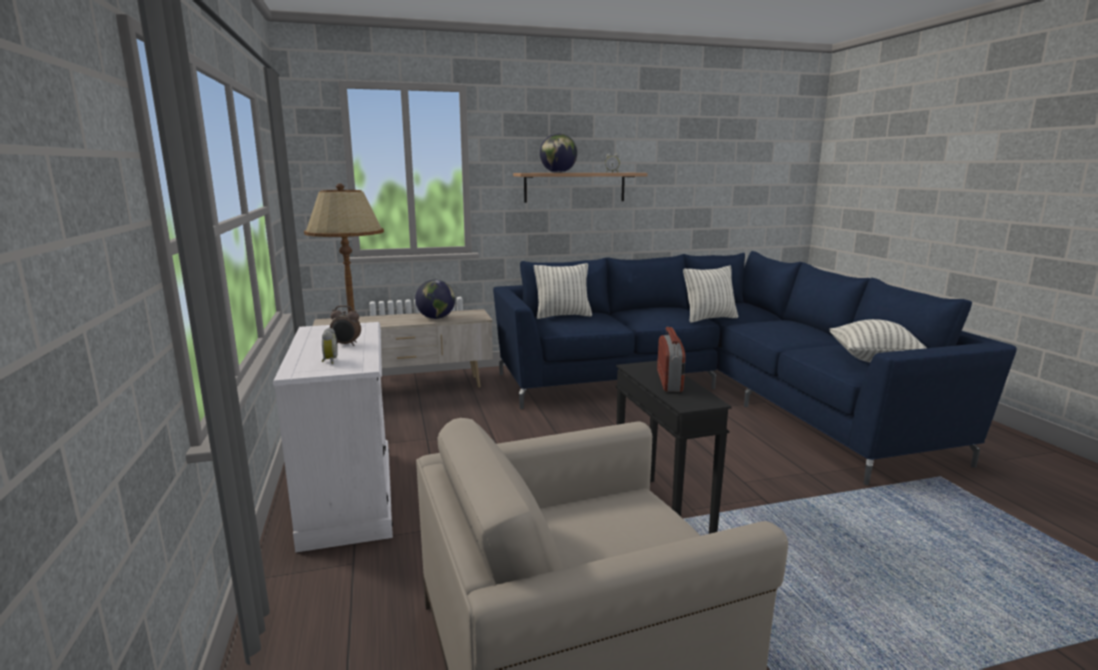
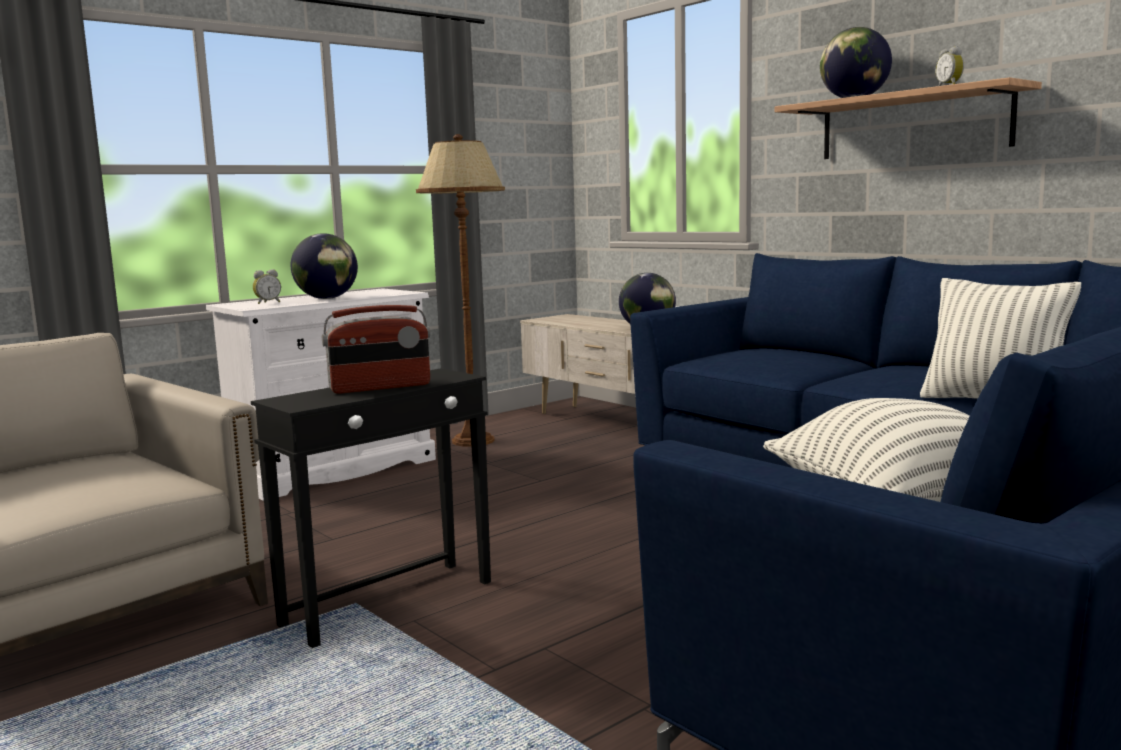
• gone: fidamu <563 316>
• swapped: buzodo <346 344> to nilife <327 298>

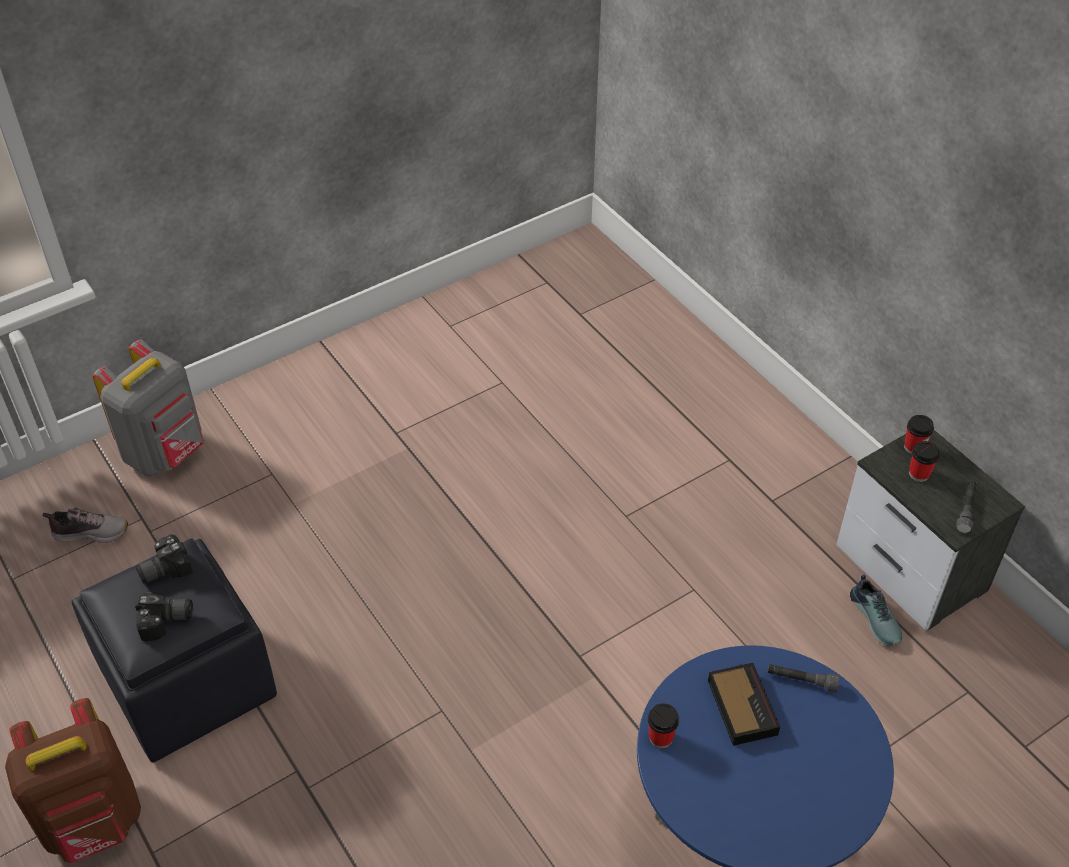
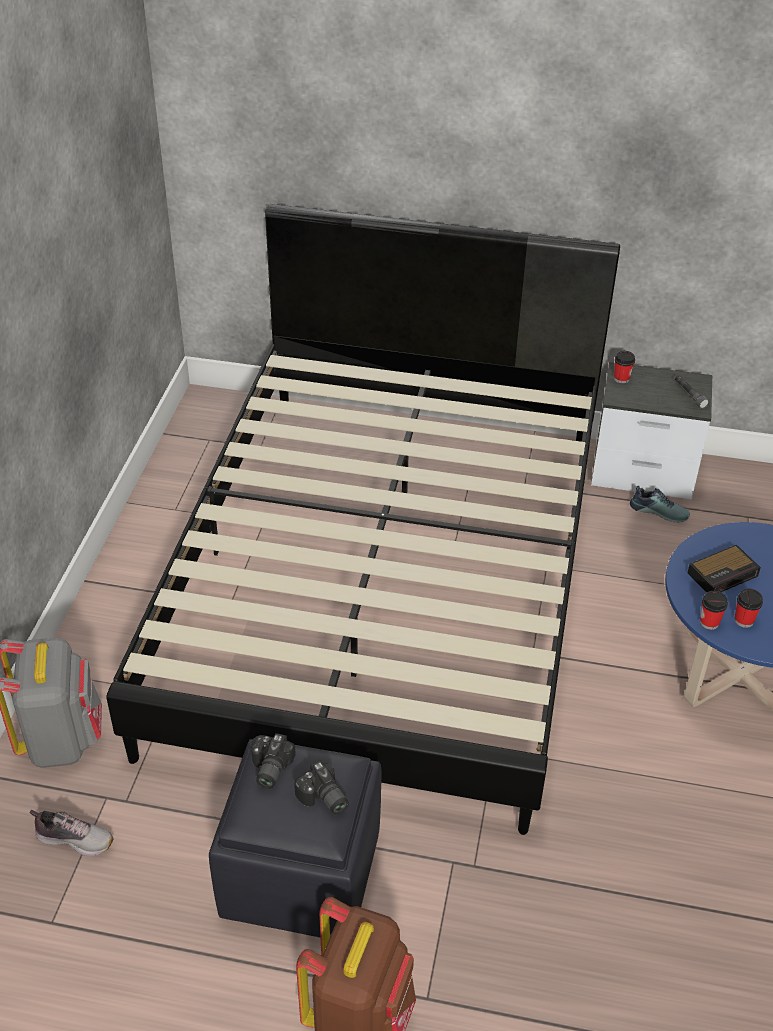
• shifted: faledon <919 474> to <744 620>
• rotated: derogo <90 532> = <75 838> 60 degrees clockwise
• rotated: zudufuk <167 622> = <323 799> 105 degrees clockwise
• rotated: buzodo <741 705> = <723 574> 120 degrees clockwise
• gone: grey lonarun <801 680>
• new: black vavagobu <386 582>

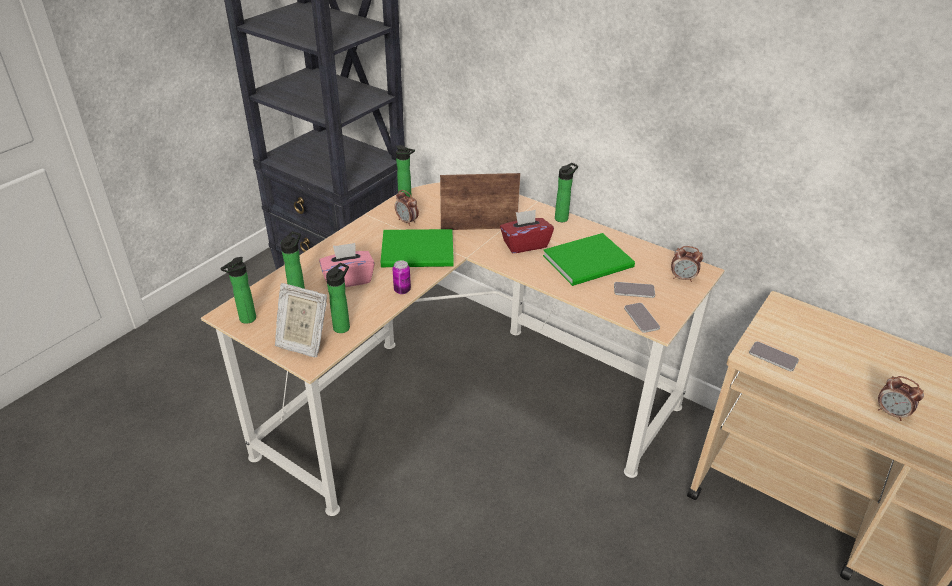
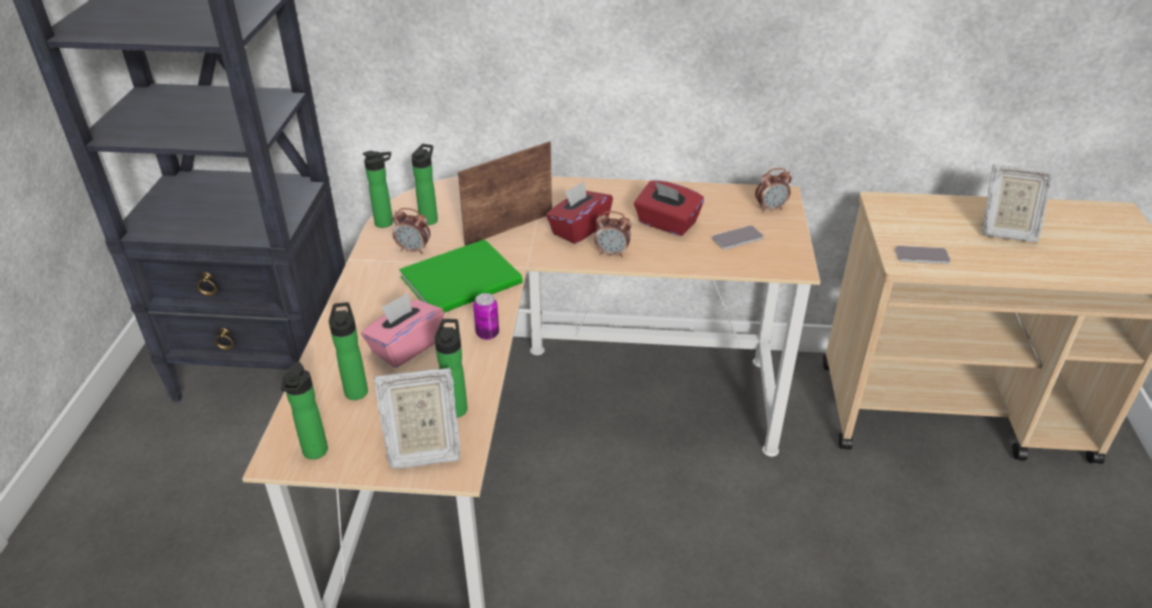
• shifted: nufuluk <563 218> to <430 219>
• swapped: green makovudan <591 262> to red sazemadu <666 224>
• gone: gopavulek <641 318>
• shifted: buzodo <891 413> to <612 253>
• new: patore <1005 231>

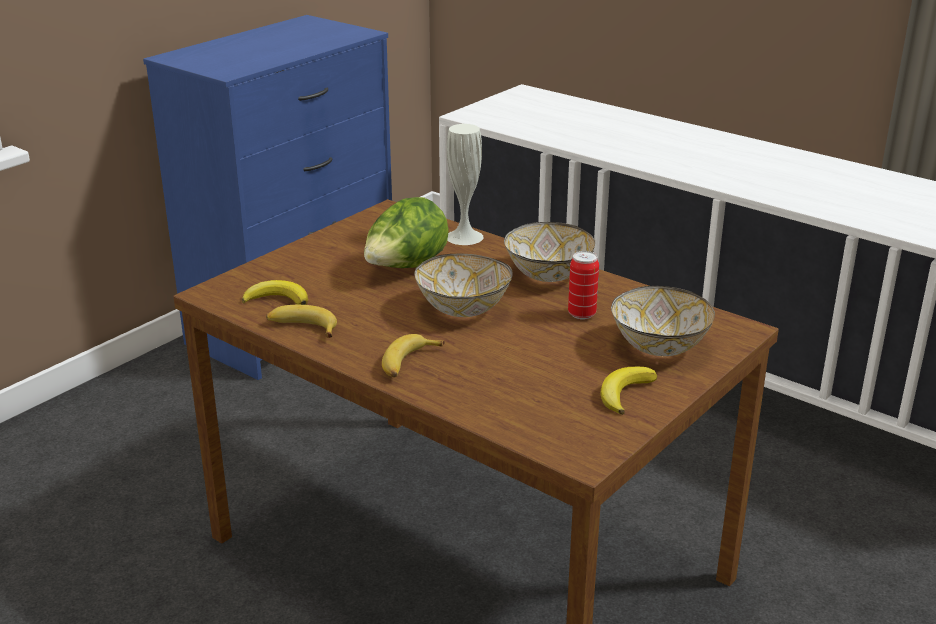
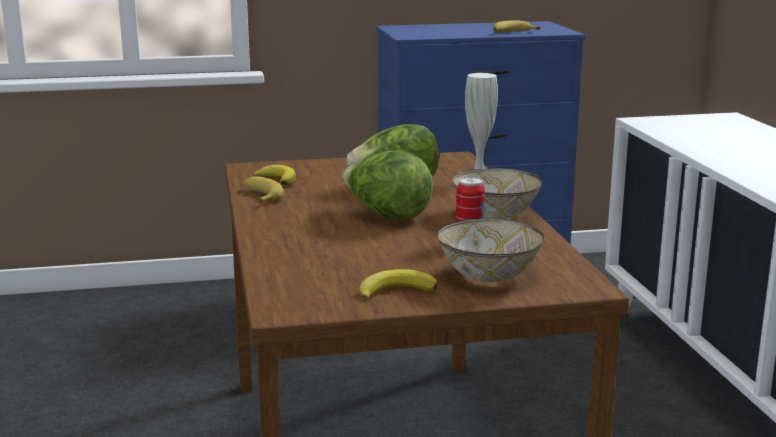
• swapped: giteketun <464 309> to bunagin <386 215>
• shifted: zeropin <408 363> to <512 32>

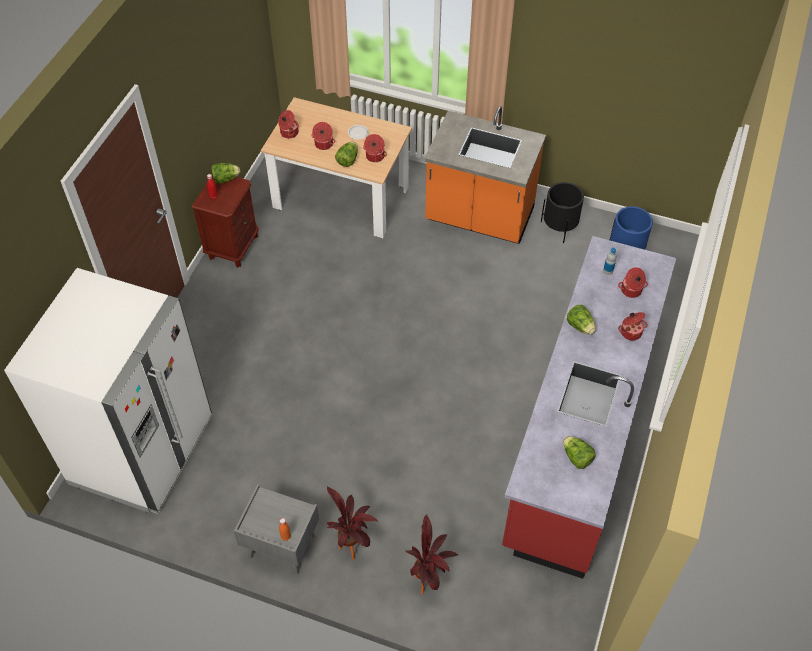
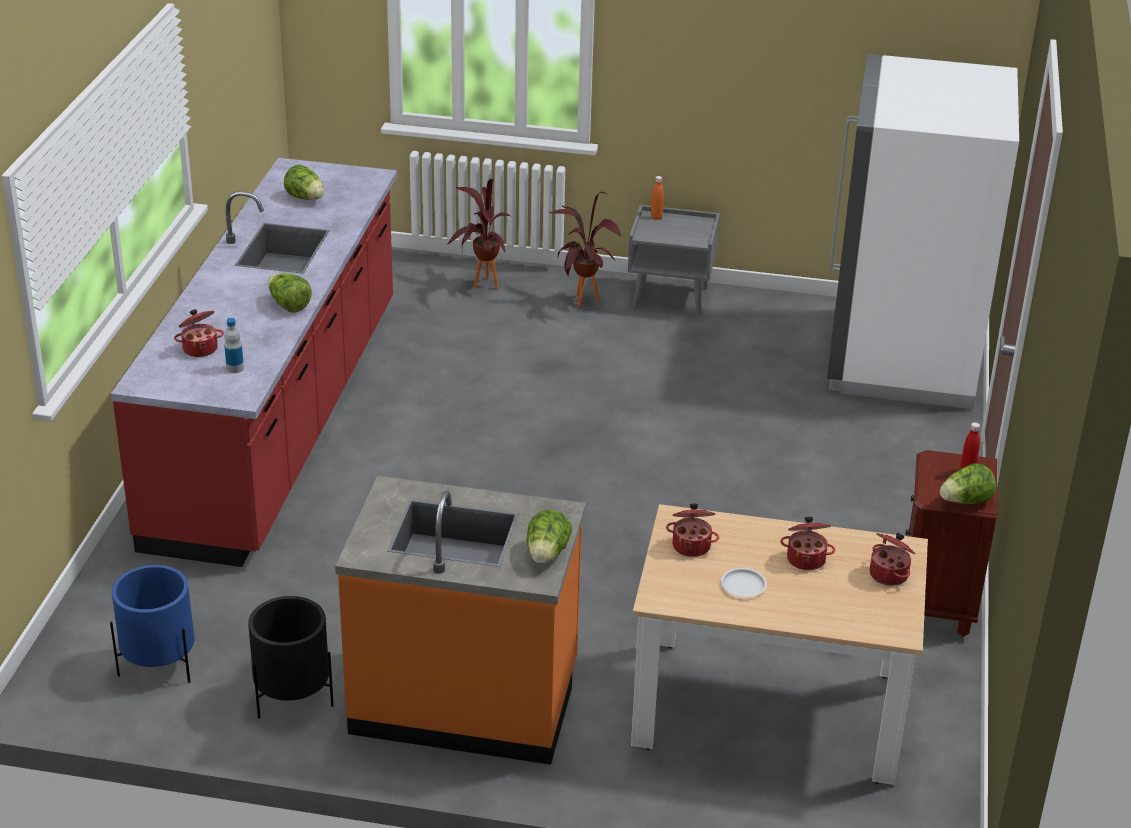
• shifted: bunagin <347 160> to <547 554>
• gone: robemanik <630 331>

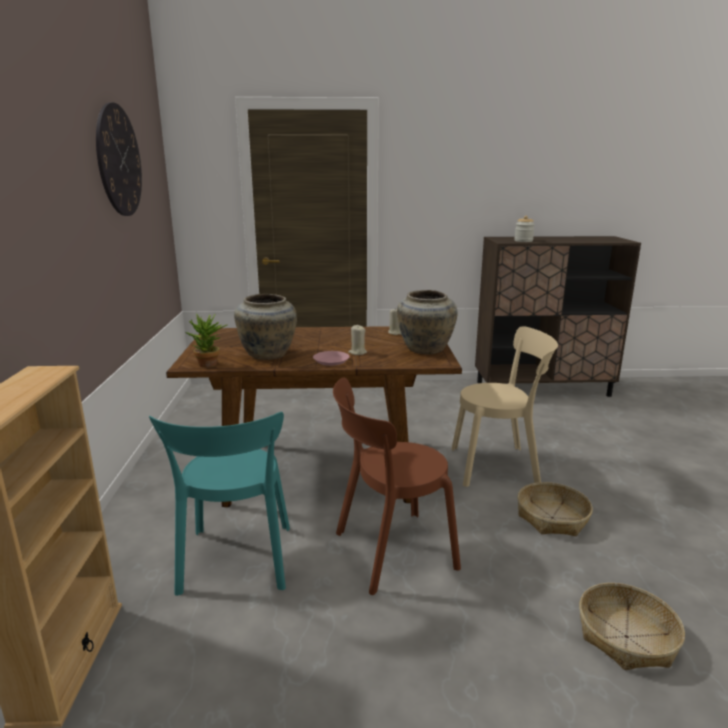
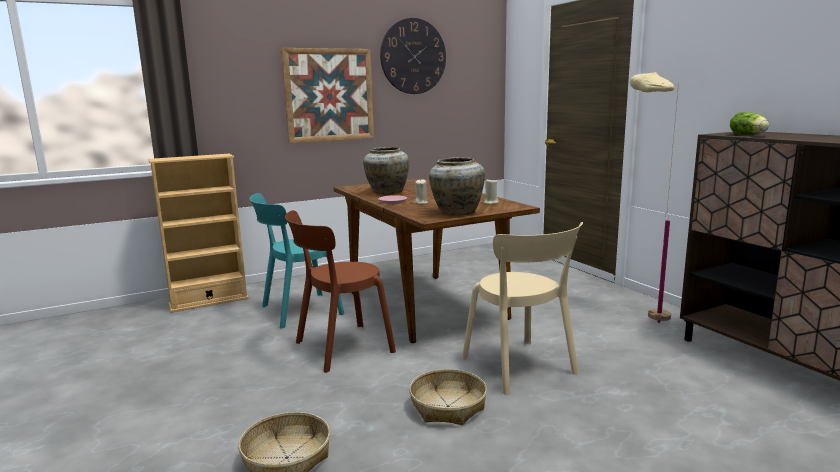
• swapped: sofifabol <523 241> to bunagin <749 135>
• gone: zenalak <209 365>
• rotated: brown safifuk <389 551> = <339 348> 75 degrees counterclockwise
• new: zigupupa <329 95>
• new: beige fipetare <641 317>

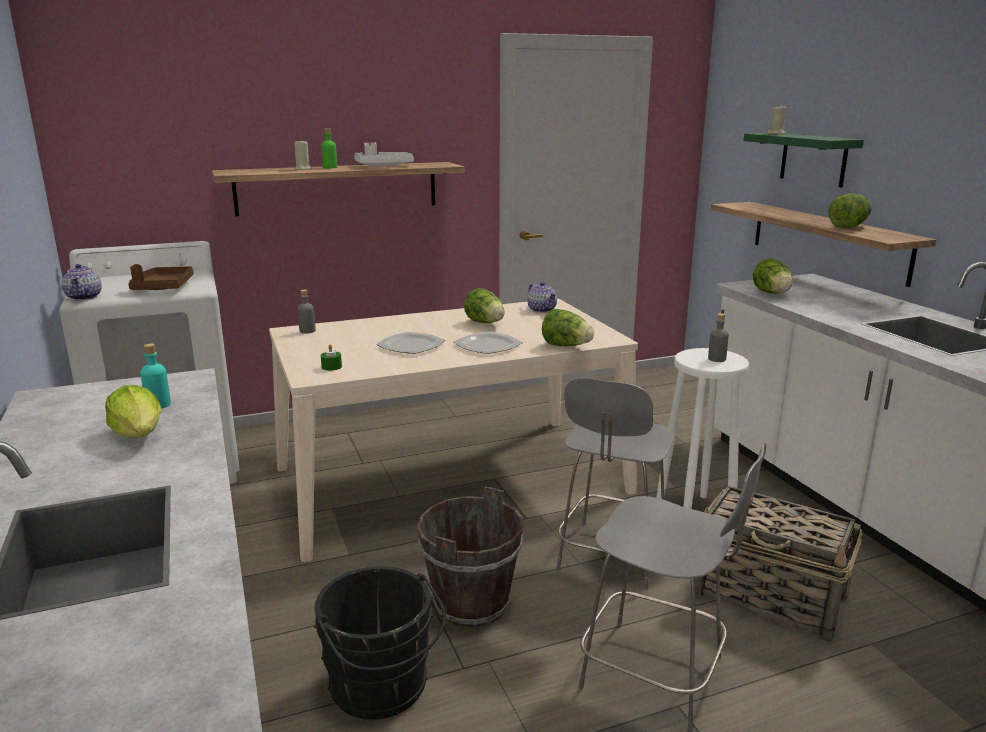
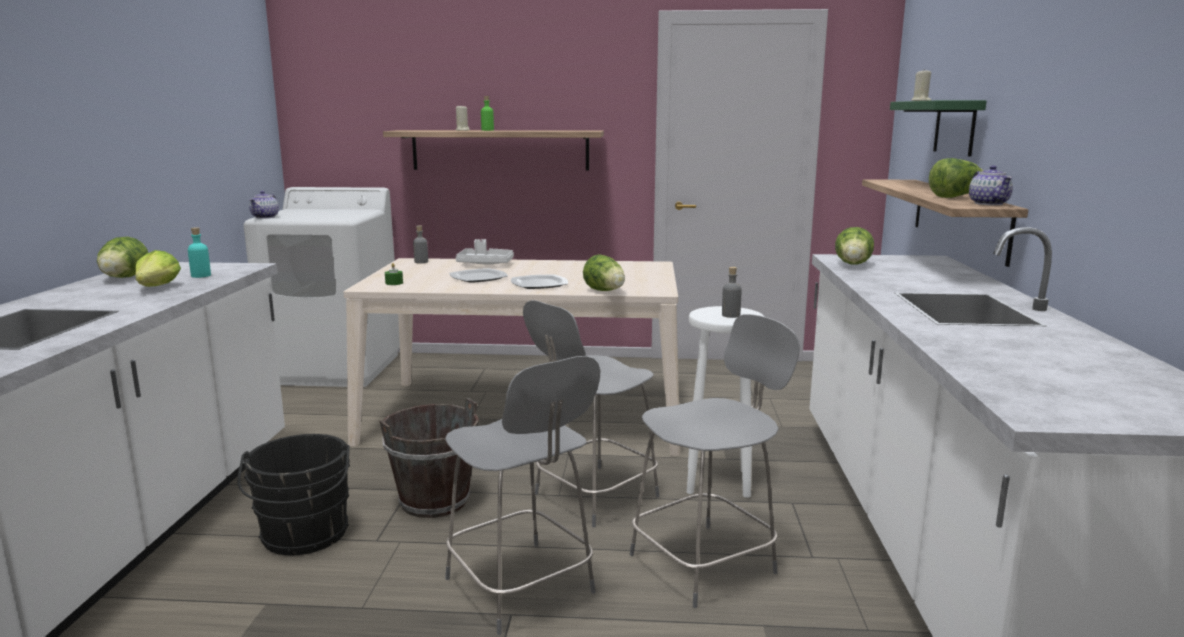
• shifted: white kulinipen <383 166> to <485 263>
• gone: brown kulinipen <163 287>
• shifted: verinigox <542 310> to <988 203>
• shifted: bunagin <485 323> to <124 278>
• swapped: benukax <770 597> to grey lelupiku <706 562>

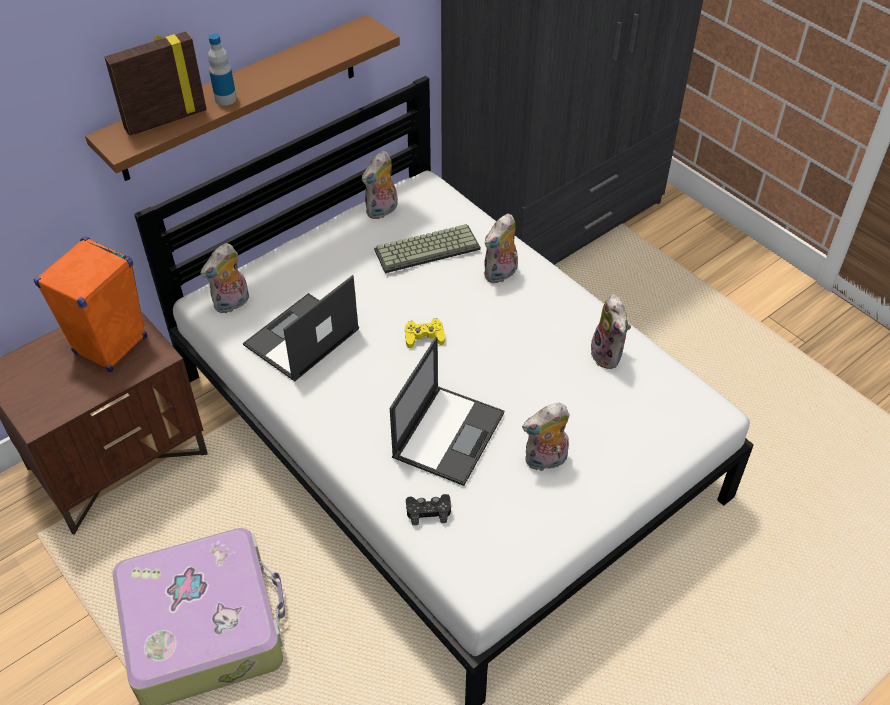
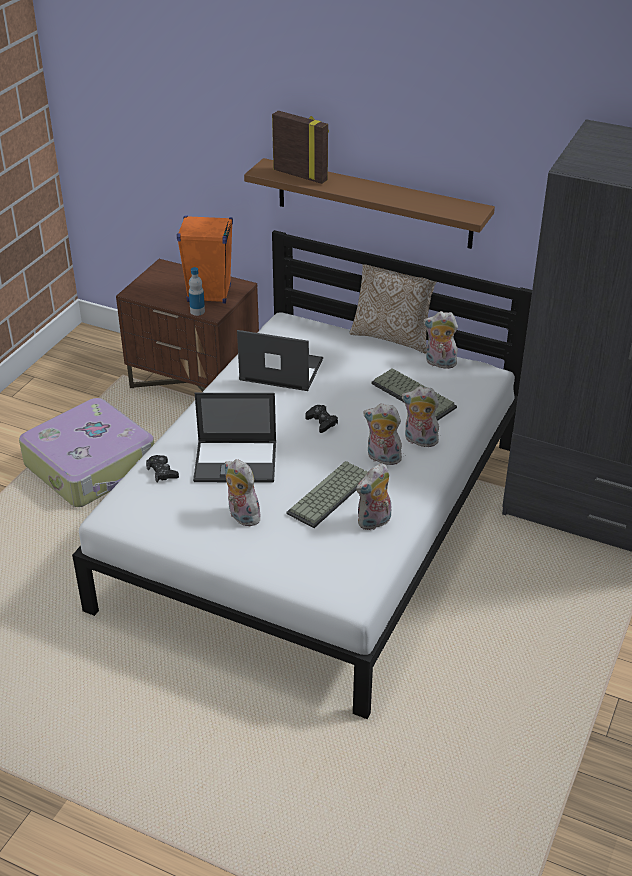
• shifted: nufuluk <225 99> to <197 311>
• shifted: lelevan <232 304> to <382 458>
• repainted: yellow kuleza <424 337> to black kuleza <321 422>
• new: fidamu <392 337>
• new: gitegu <330 496>

